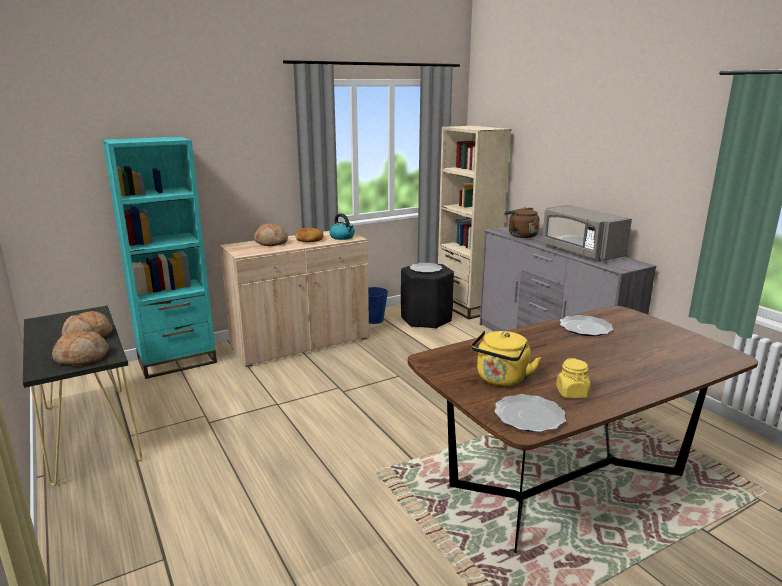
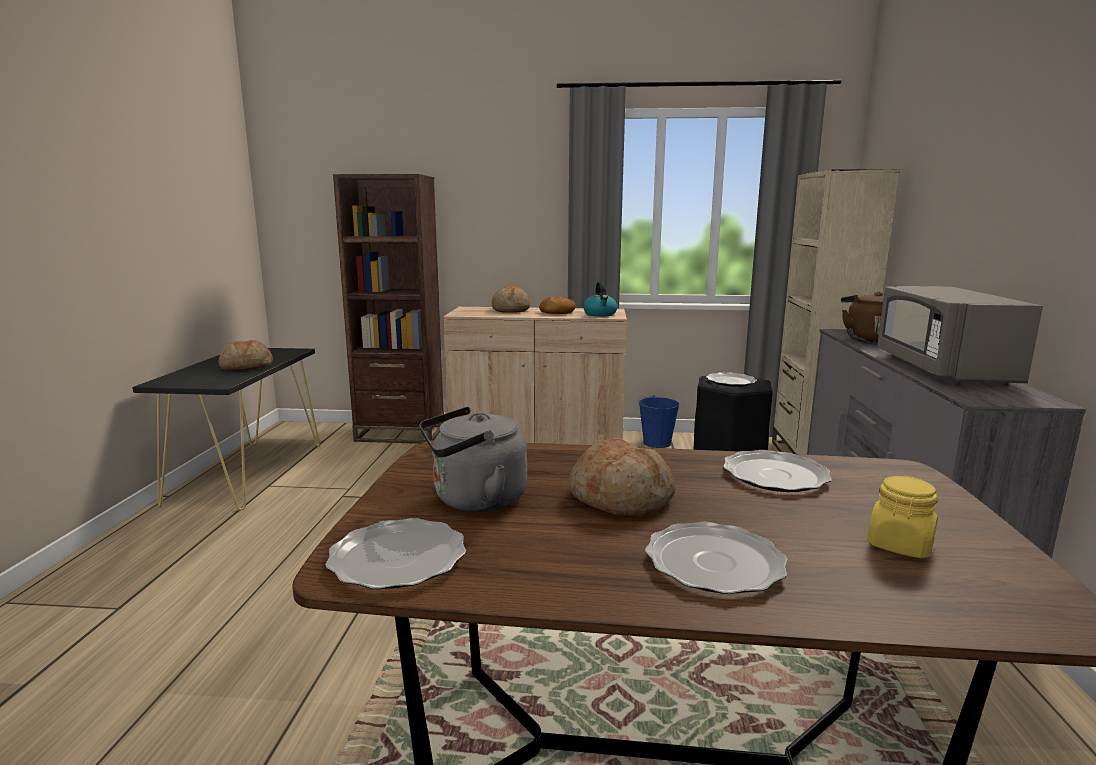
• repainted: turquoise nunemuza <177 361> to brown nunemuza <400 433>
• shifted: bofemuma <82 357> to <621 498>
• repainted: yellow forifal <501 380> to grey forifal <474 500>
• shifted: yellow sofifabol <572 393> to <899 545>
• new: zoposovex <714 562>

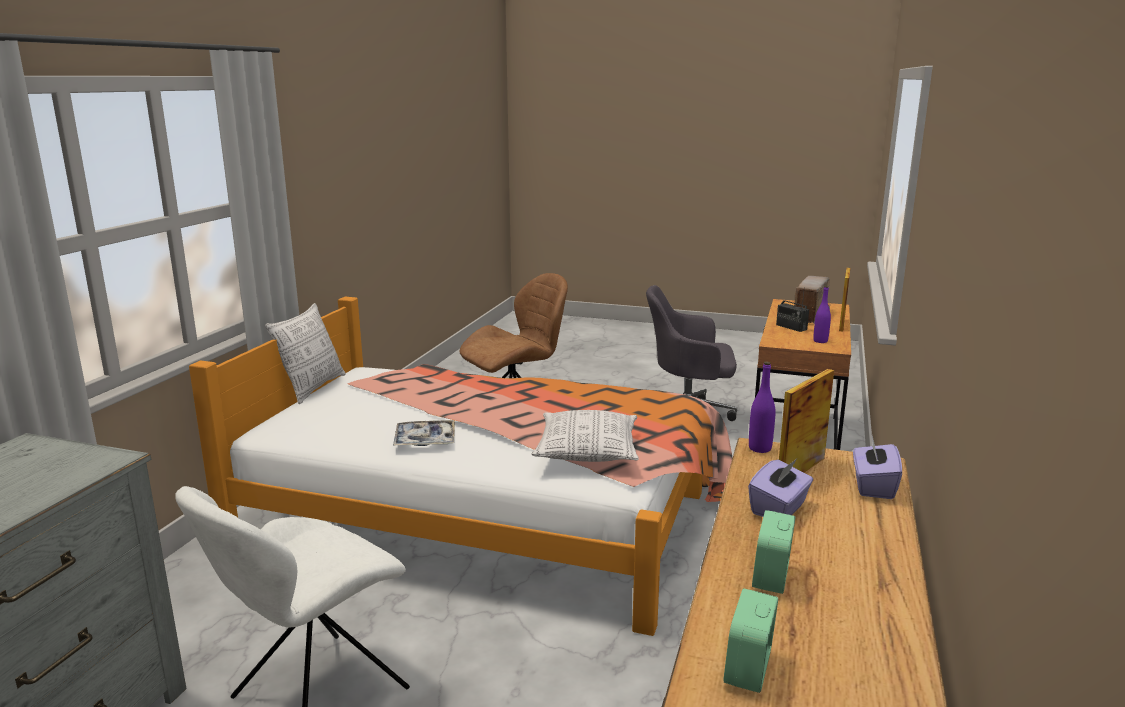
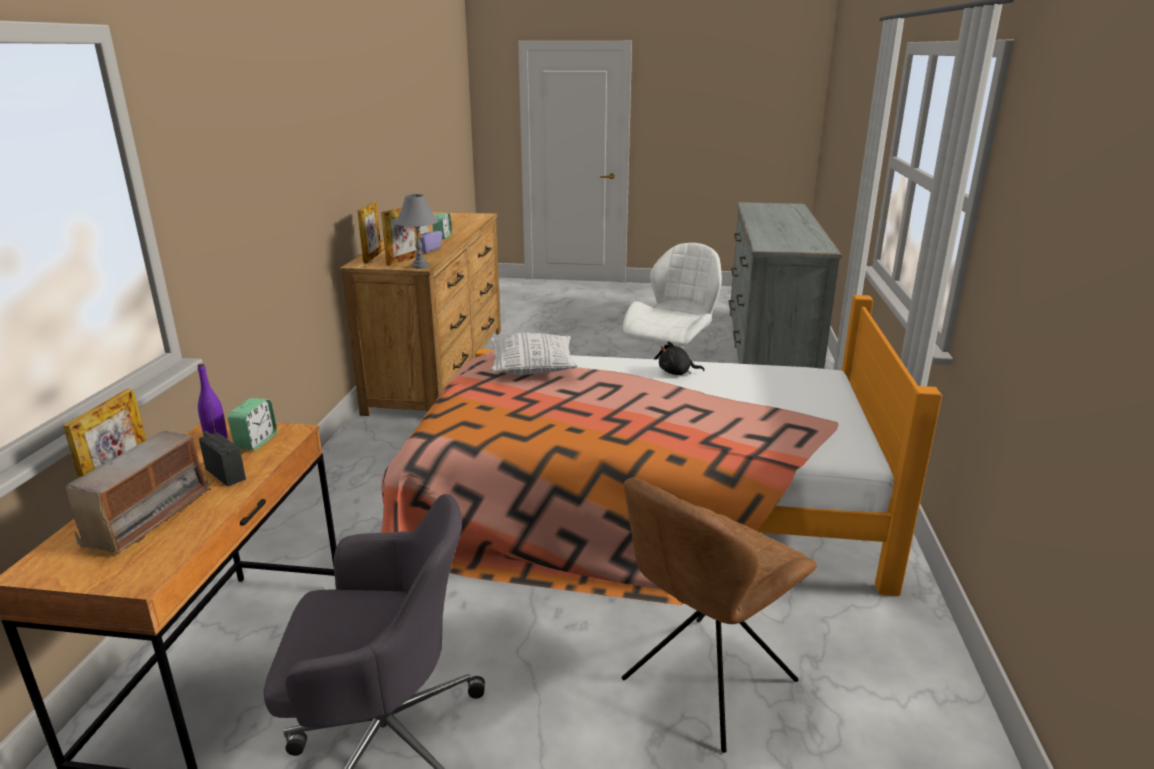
• gone: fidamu <312 388>
• swapped: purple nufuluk <760 448> to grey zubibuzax <420 266>
• swapped: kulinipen <425 440> to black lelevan <677 373>
• swapped: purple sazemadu <873 486> to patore <372 257>
• shifted: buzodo <748 669> to <256 442>

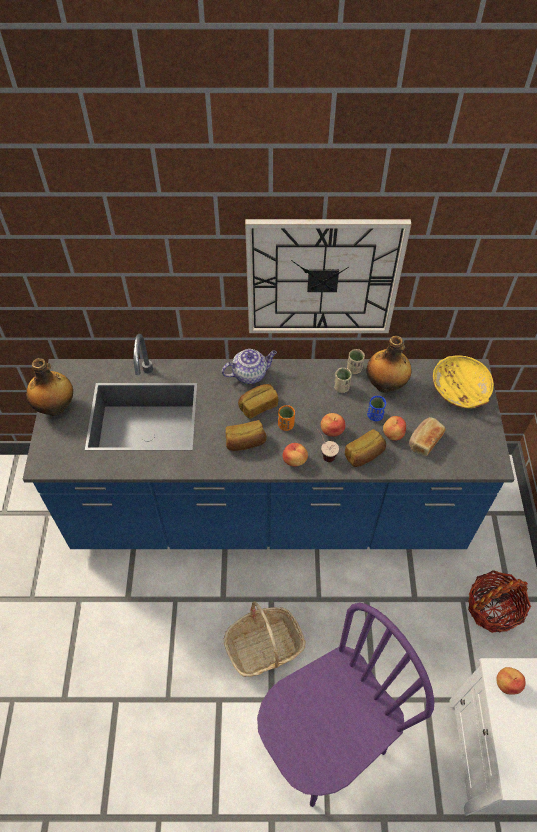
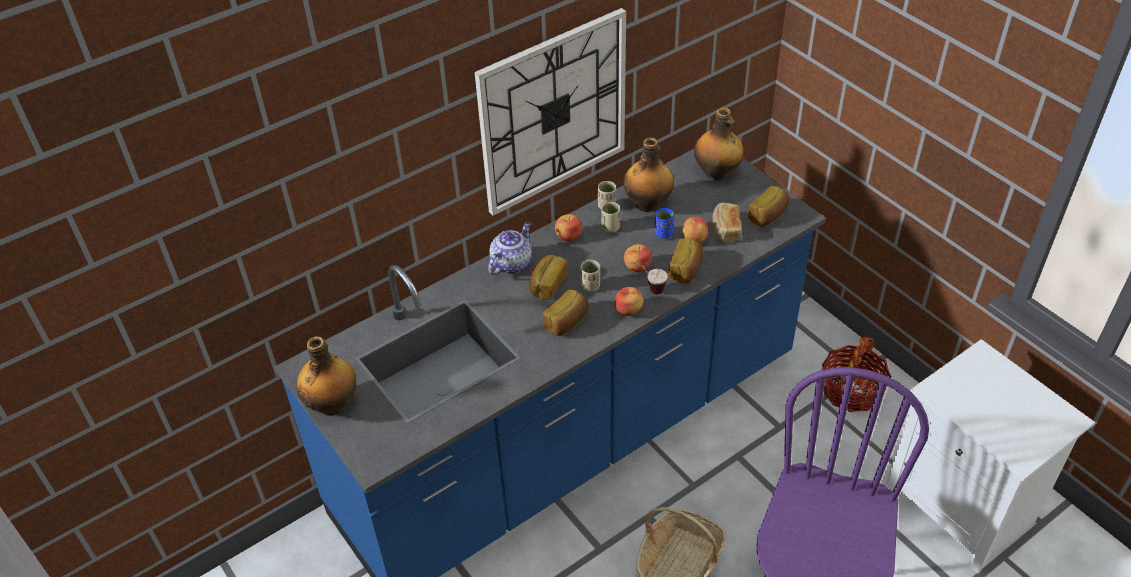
• swapped: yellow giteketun <460 390> to nufuluk <716 173>
• repainted: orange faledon <286 425> to beige faledon <590 286>
• shifted: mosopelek <507 683> to <568 236>
• new: bofemuma <769 216>

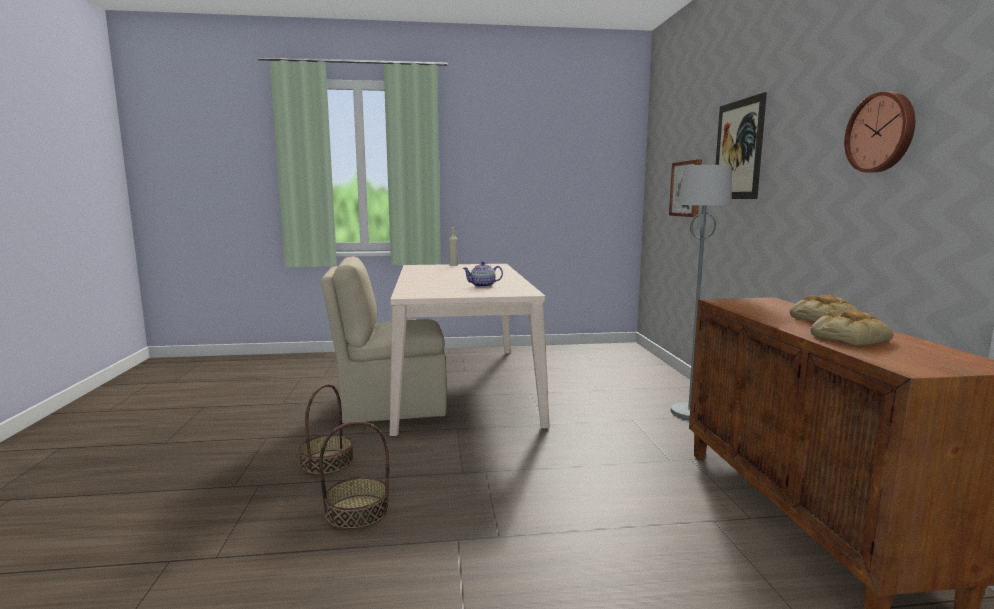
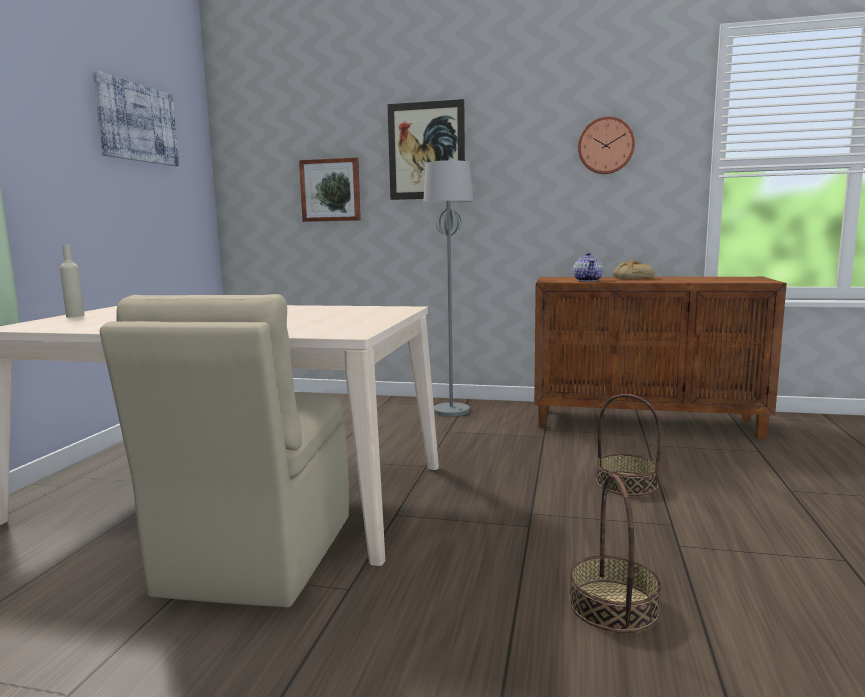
• shifted: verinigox <483 285> to <588 280>
• gone: bofemuma <849 338>
• shifted: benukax <326 462> to <626 483>
• new: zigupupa <137 123>

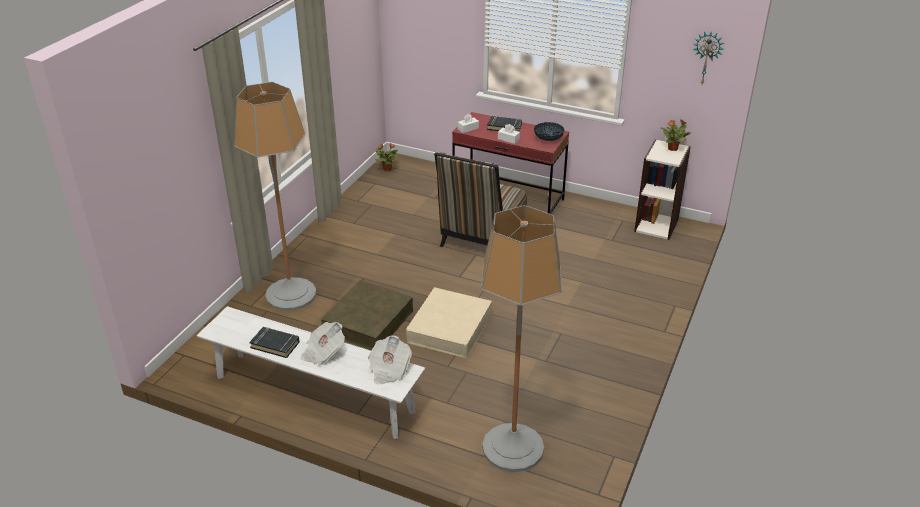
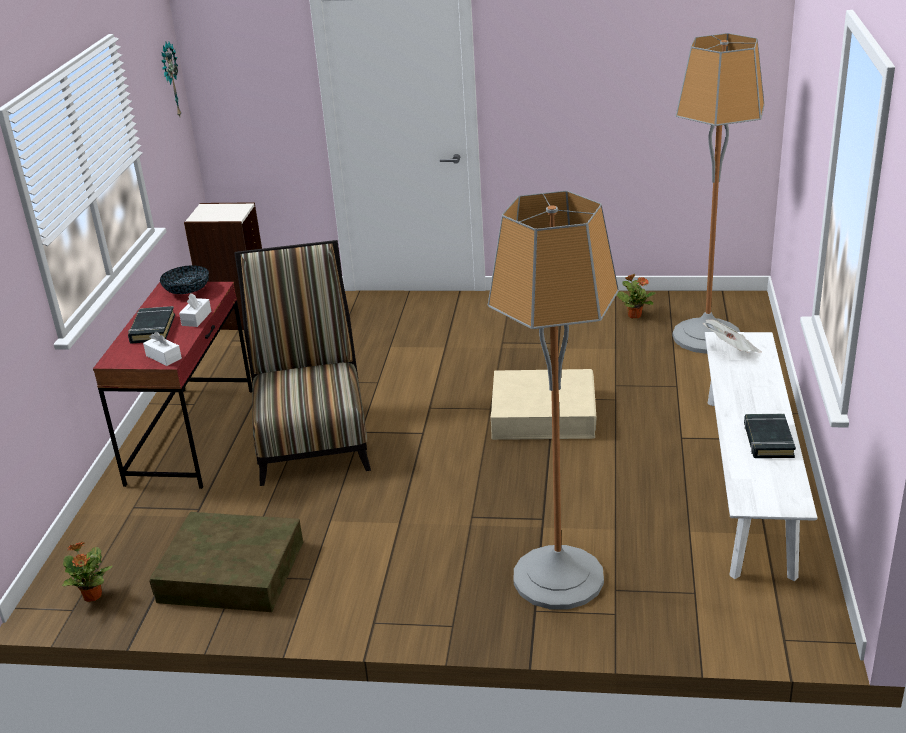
• shifted: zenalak <673 148> to <634 315>
• rotated: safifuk <481 237> = <312 436> 105 degrees counterclockwise
• shifted: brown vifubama <368 322> to <231 571>
• gone: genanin <323 352>

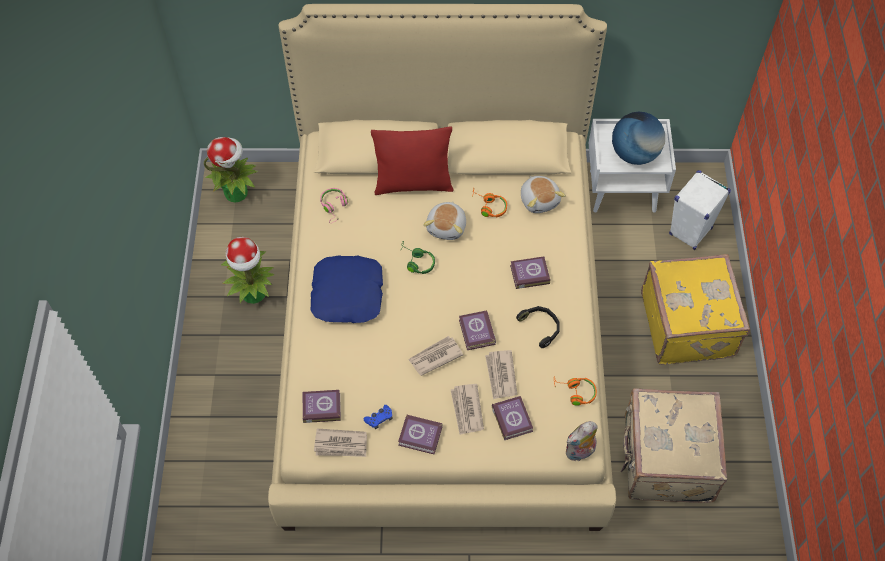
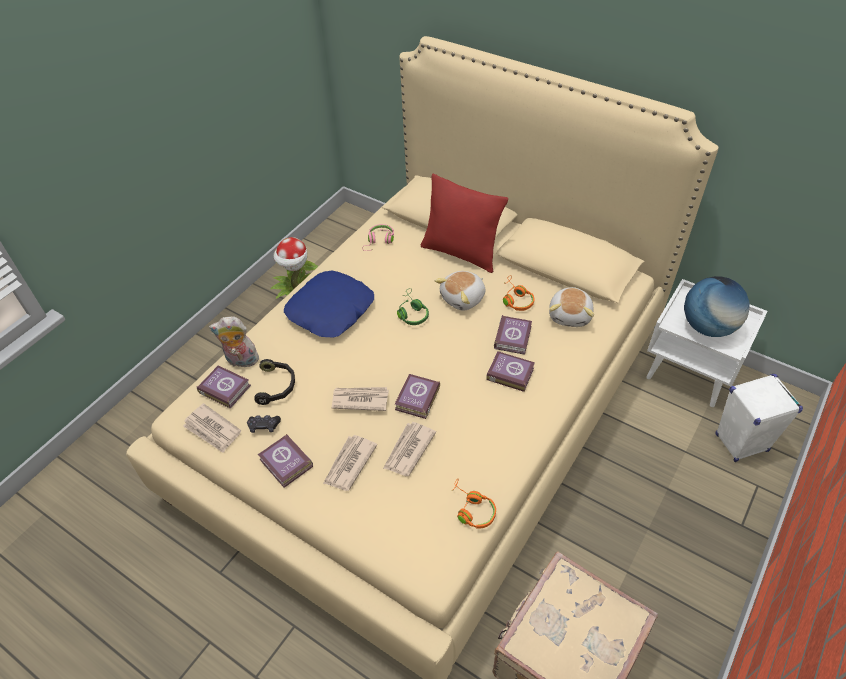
• gone: zenalak <237 192>
• gone: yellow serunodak <688 324>
• shifted: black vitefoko <541 327> to <277 386>
• shifted: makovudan <512 418> to <513 337>
• repainted: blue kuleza <379 419> to black kuleza <264 426>
• shifted: lelevan <580 452> to <241 361>

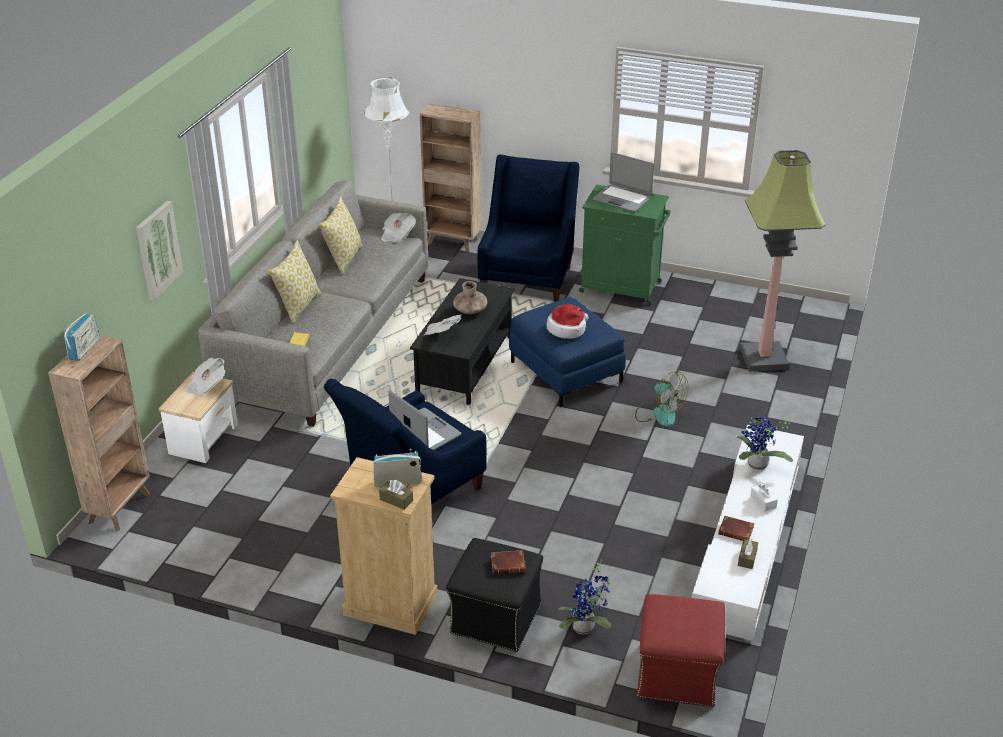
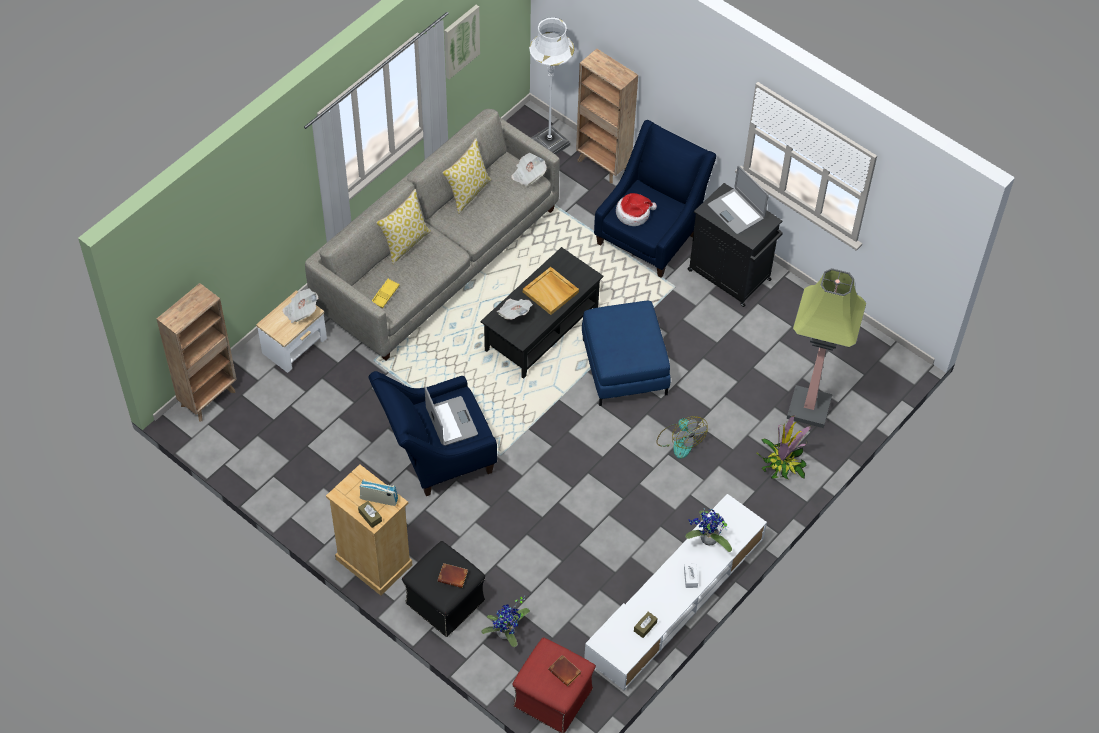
• repainted: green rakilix <622 287> to black rakilix <730 276>
• shifted: zigupupa <158 250> to <460 41>
• swapped: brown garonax <470 310> to beige kulinipen <551 292>
• shifted: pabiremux <567 329> to <634 213>
• gone: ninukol <84 349>
• shifted: brown makovudan <737 531> to <566 672>
• new: zenalak <782 463>

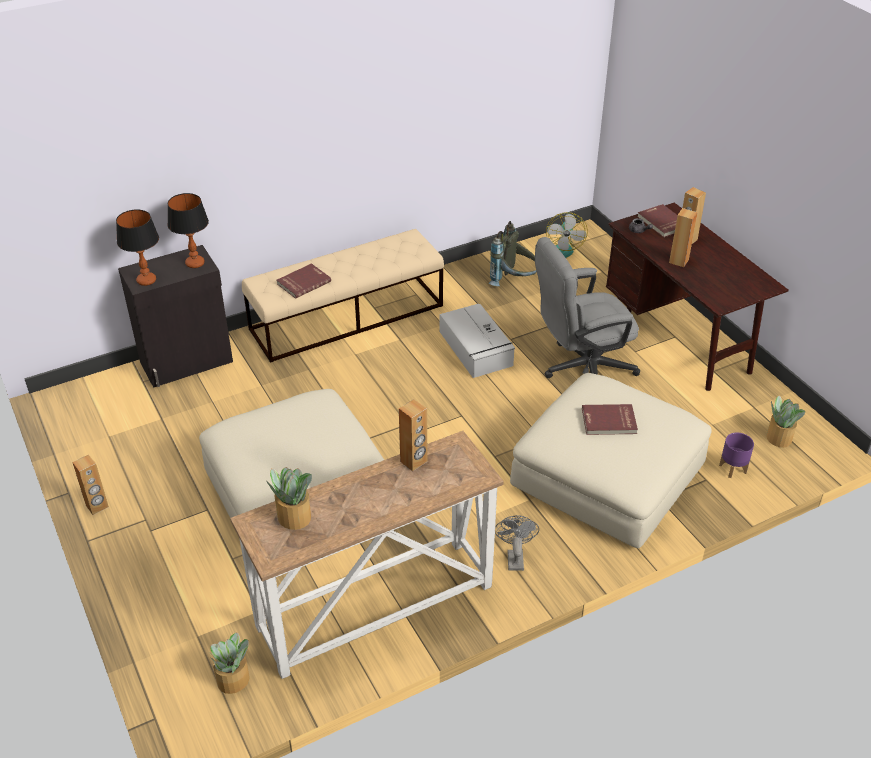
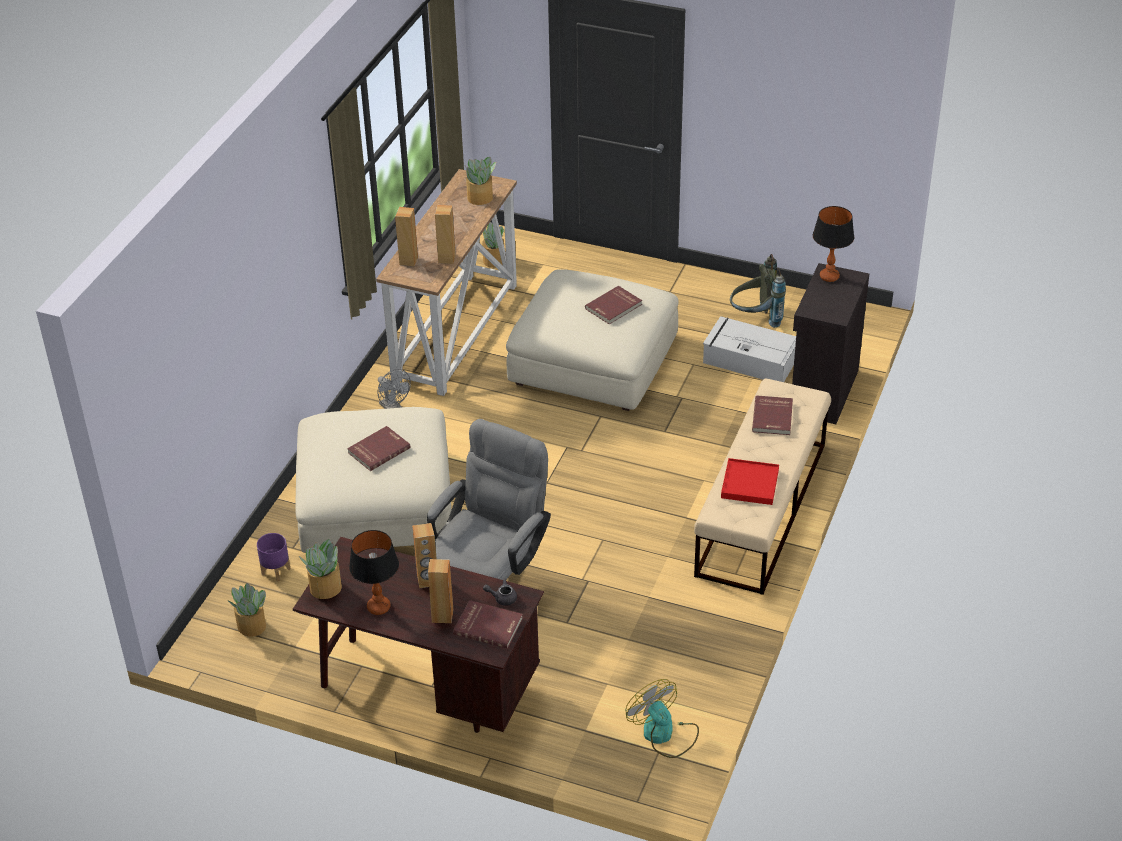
• shifted: zubibuzax <195 263> to <378 607>
• shifted: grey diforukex <514 282> to <755 319>
• shifted: grey vifubama <476 349> to <749 359>
• shifted: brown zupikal <97 506> to <408 260>
• new: red makovudan <614 307>
• new: red kulinipen <750 484>
• new: zenalak <325 588>

